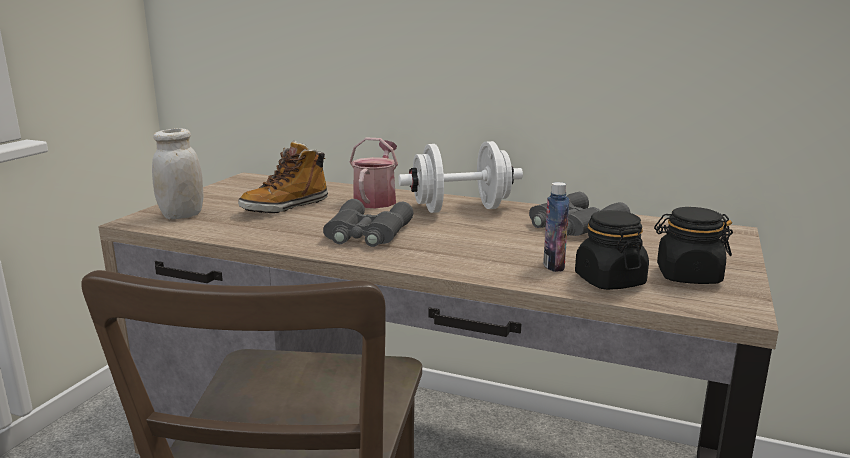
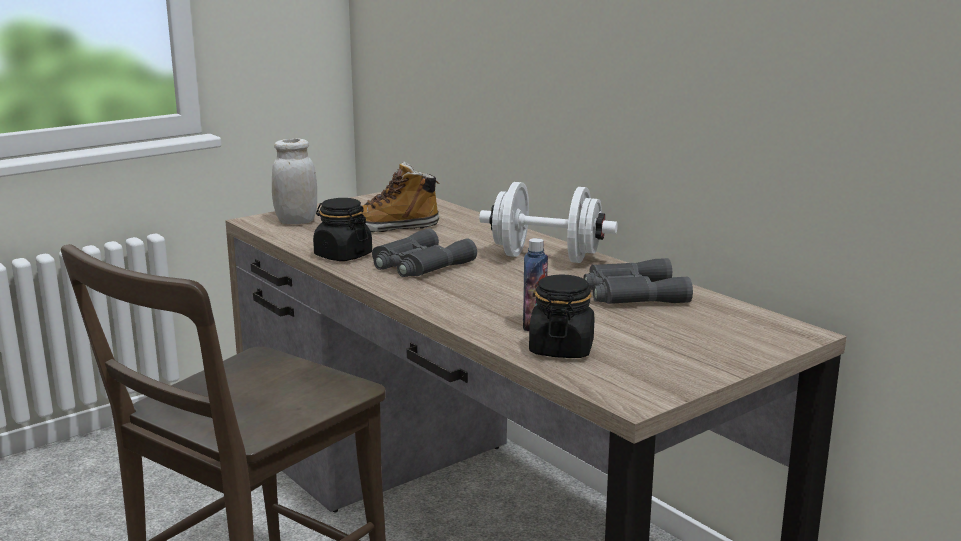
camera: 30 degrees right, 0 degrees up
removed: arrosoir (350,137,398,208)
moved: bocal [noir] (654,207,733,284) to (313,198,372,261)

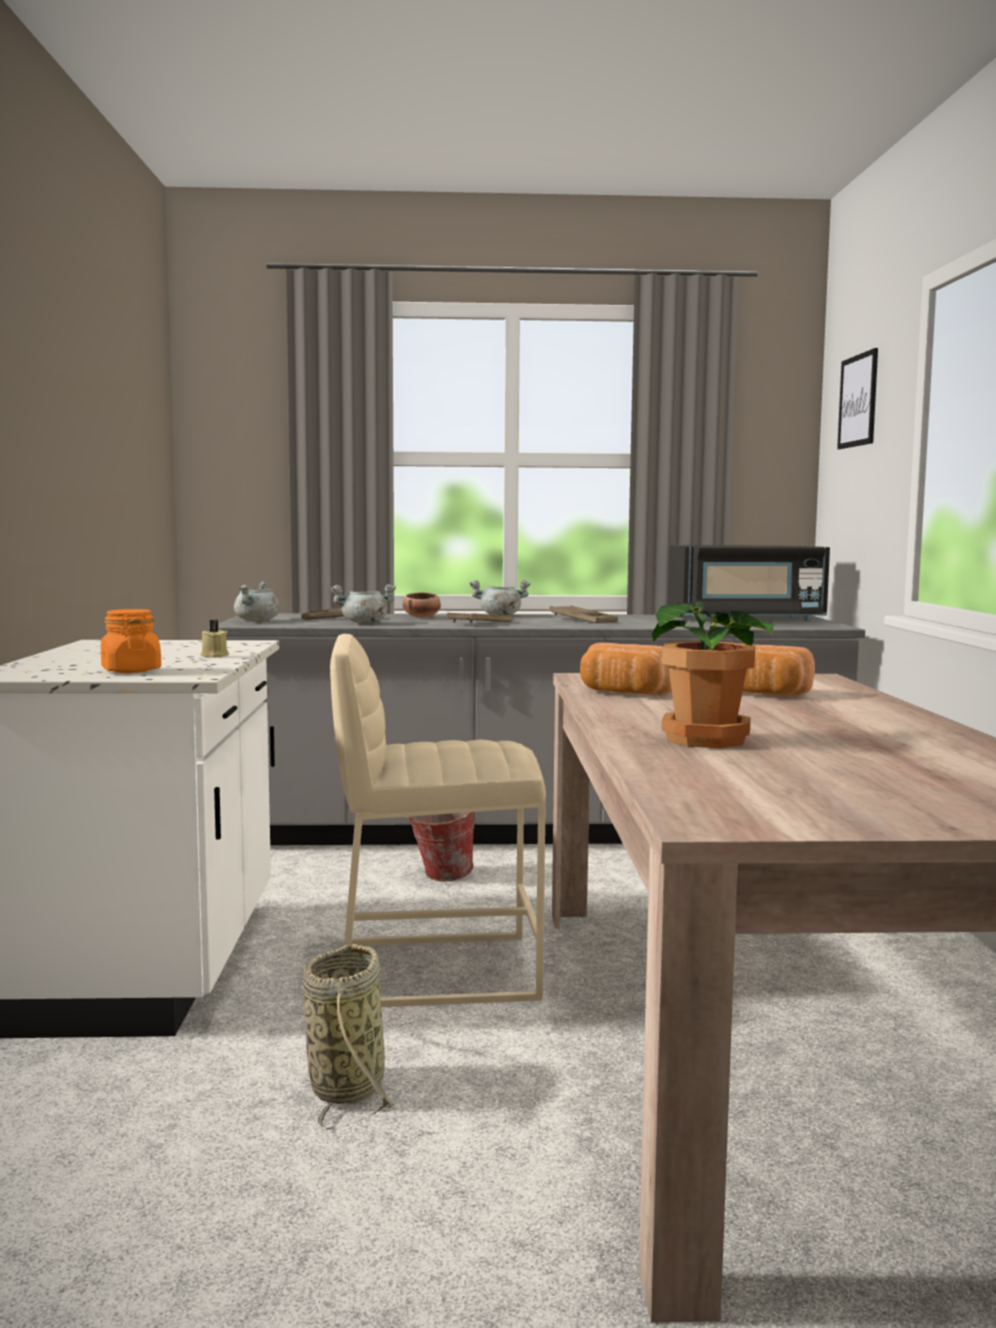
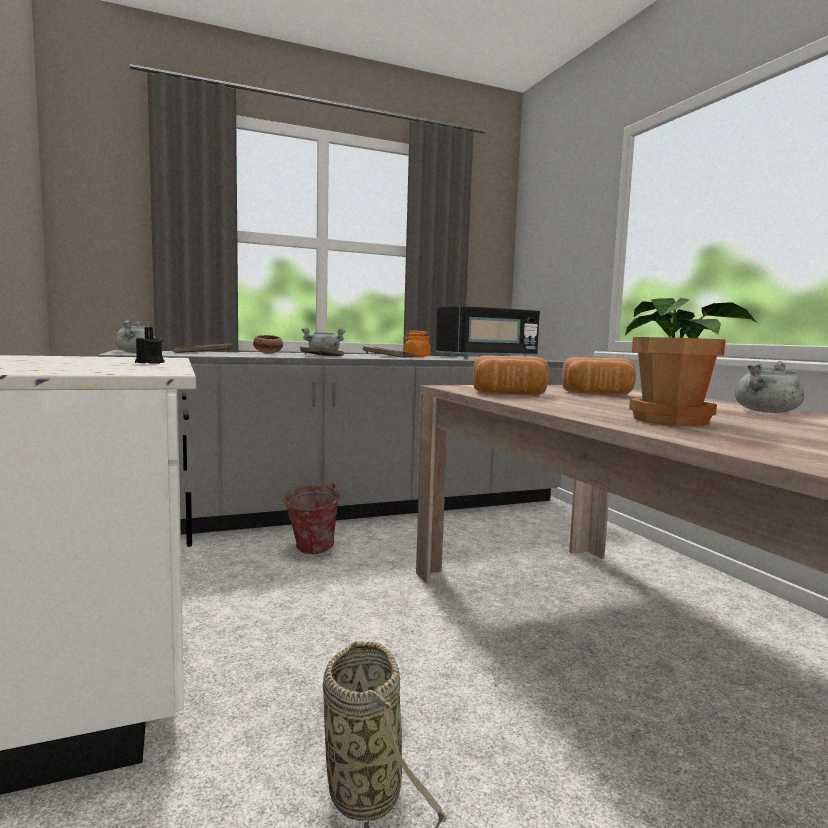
camera: 20 degrees left, 0 degrees up
removed: tabouret [beige] (330,634,546,1007); tableau (837,348,878,449)
moved: bocal [orange] (101,609,161,673) to (404,331,431,357); marmite [gris] (330,584,396,624) to (735,361,804,413)
recoloured: bougie [beige] (201,620,229,657) to bougie [noir] (135,327,165,364)

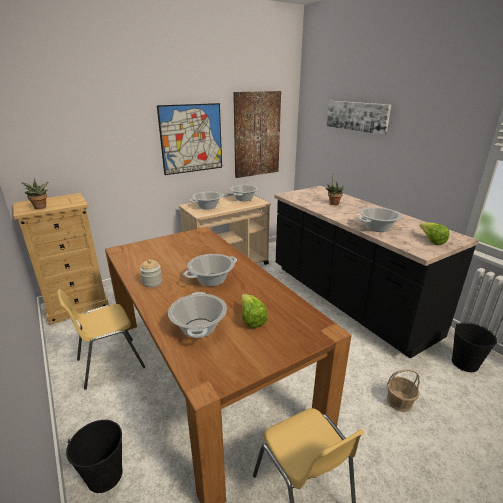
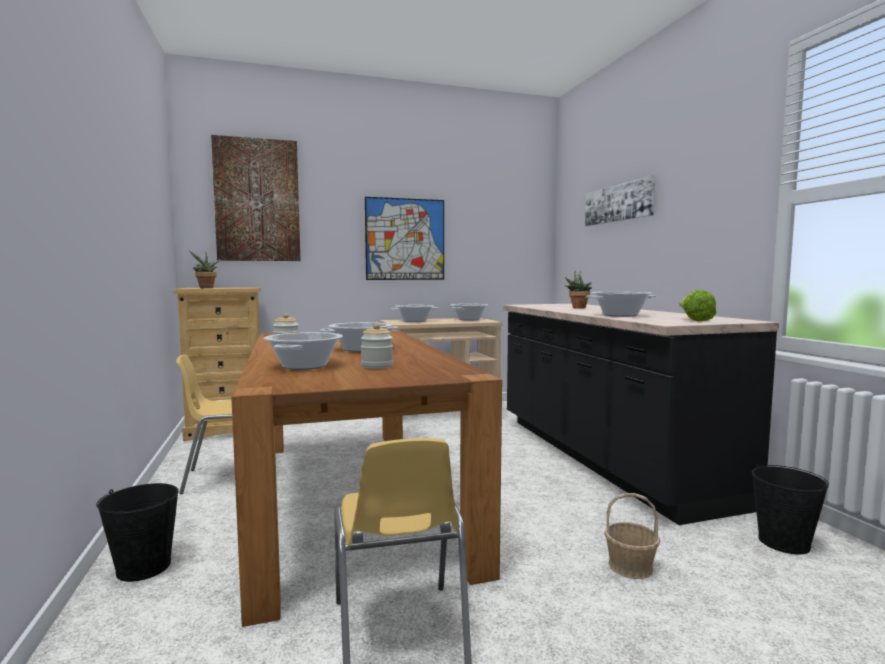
camera: 15 degrees right, 20 degrees down
moved: tableau (233,91,281,178) to (211,135,300,261)
replaced: laitue (241,294,268,328) to bocal (361,323,393,369)

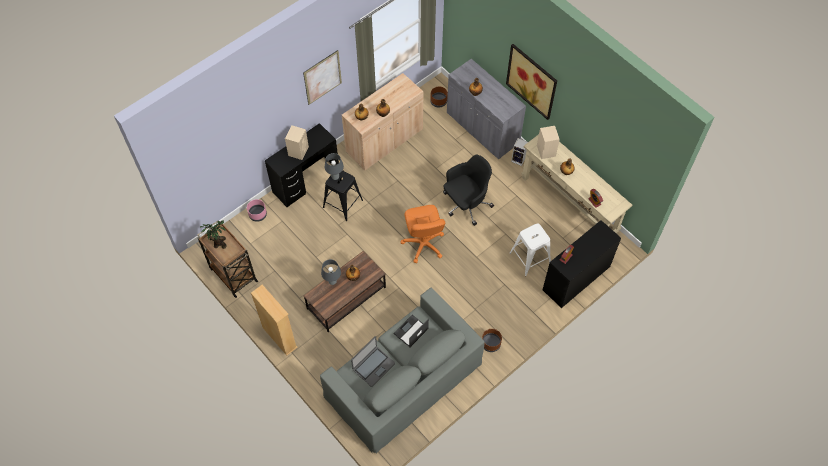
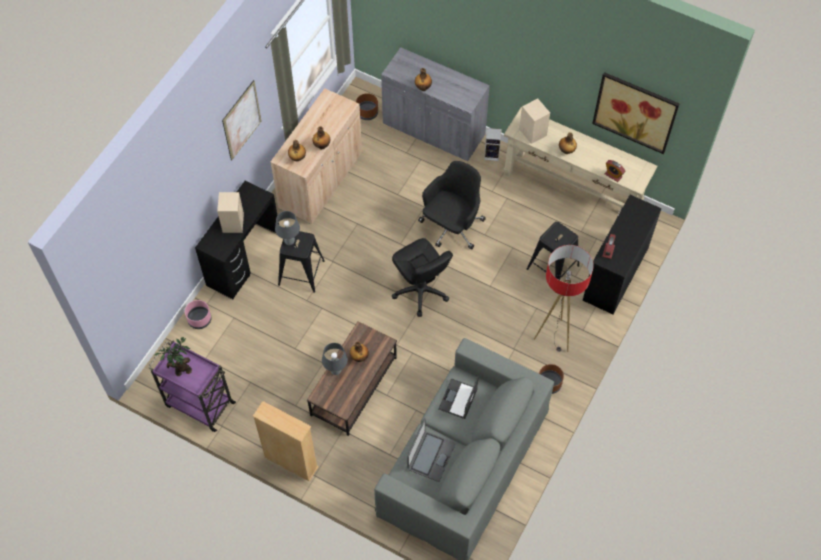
camera: 20 degrees left, 0 degrees up
added: lampadaire (534,245,594,352)
moved: tableau (506,44,557,120) to (592,72,679,154)
recoloured: chariot [marron] (197,221,258,298) to chariot [violet] (148,340,236,432); chaise de bureau [orange] (401,205,445,263) to chaise de bureau [noir] (392,238,453,317); tabouret [blanc] (510,223,551,276) to tabouret [noir] (527,222,579,280)

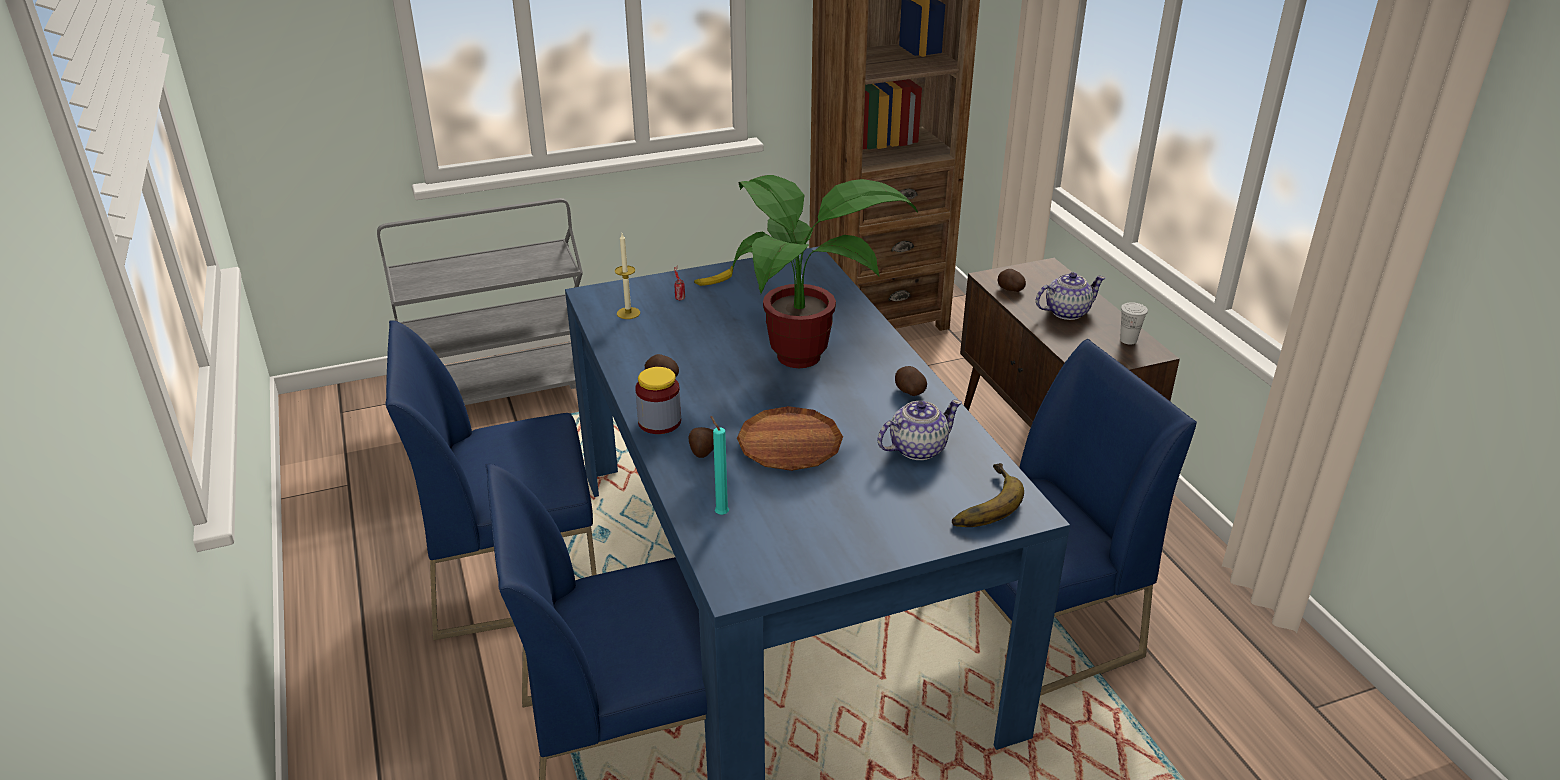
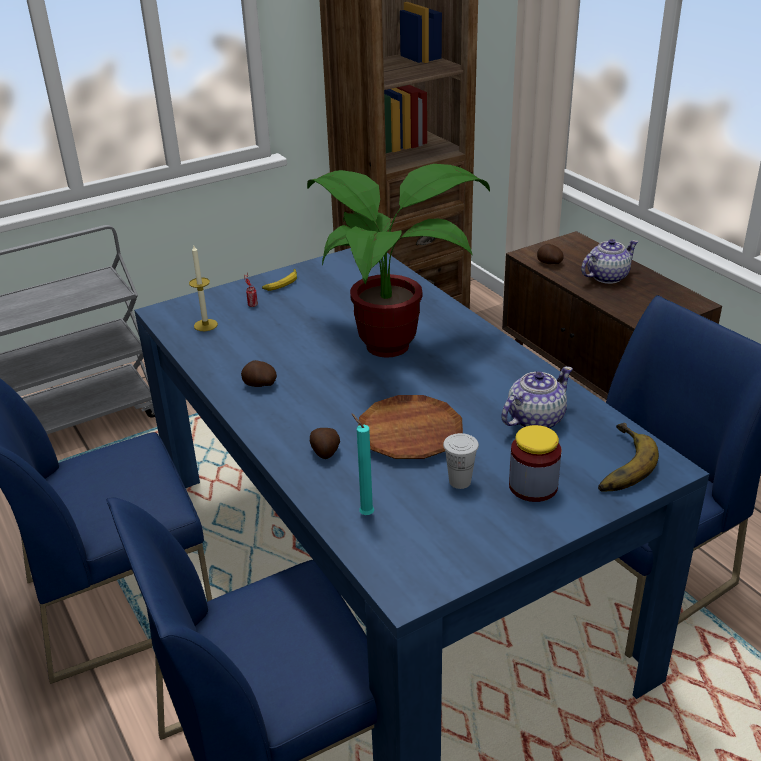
camera: 10 degrees left, 0 degrees up
removed: pomme de terre (895,366,927,396)
moved: bocal (635,367,681,434) to (509,425,562,502); tasse [blanc] (1120,302,1148,345) to (443,433,479,489)

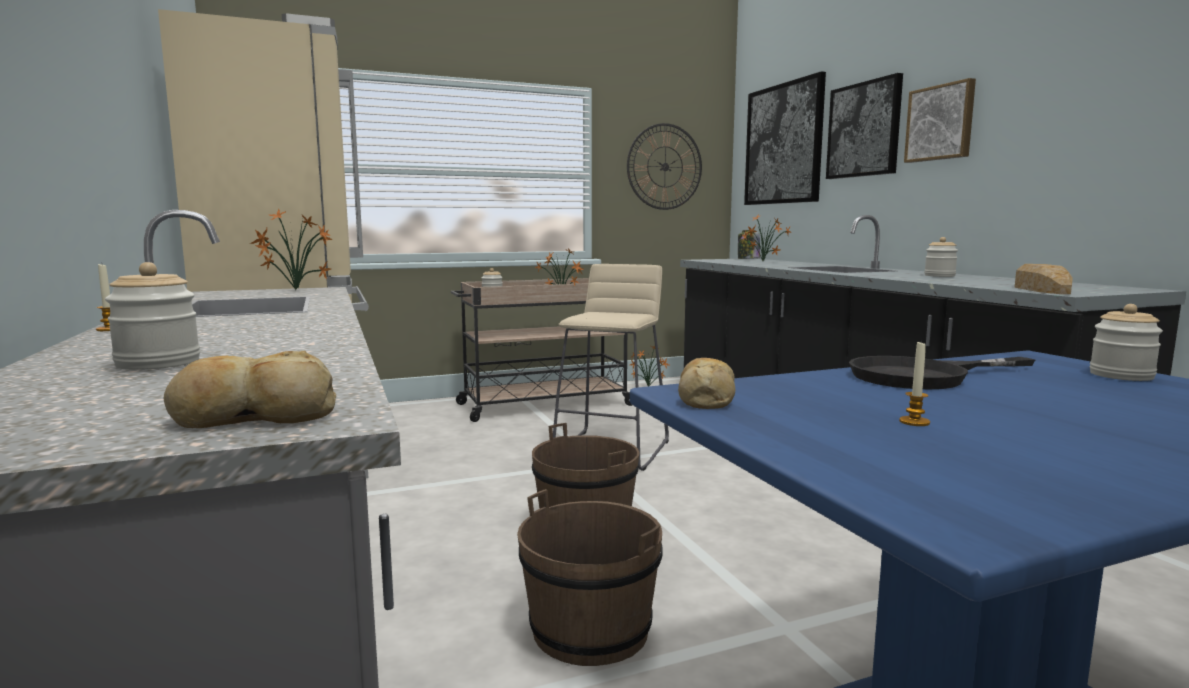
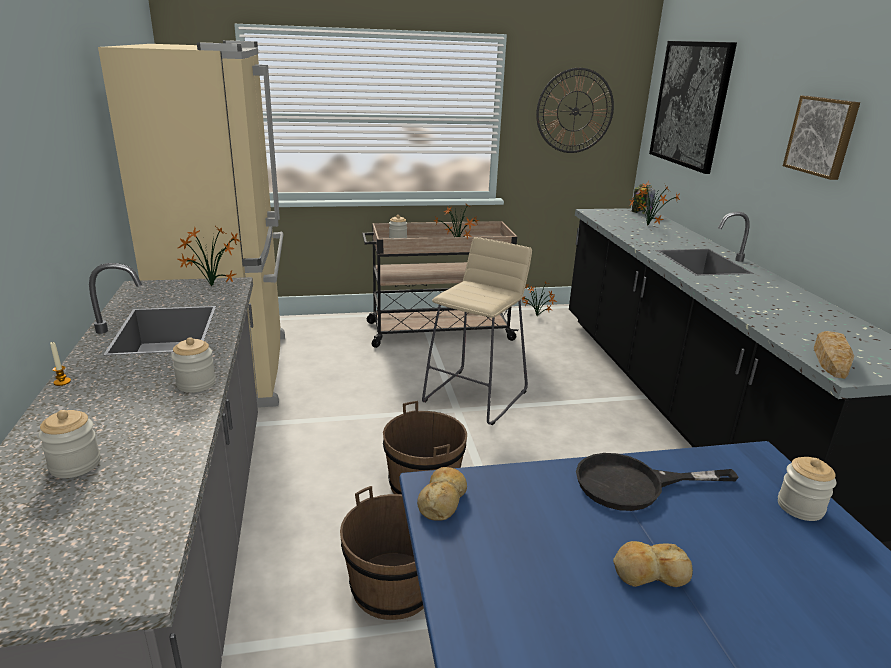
camera: 10 degrees right, 15 degrees up
removed: tableau (826,73,903,179); bougie (899,340,930,426)
moved: pain (164,351,336,428) to (613,541,693,587); bocal (924,237,958,277) to (171,337,216,393)

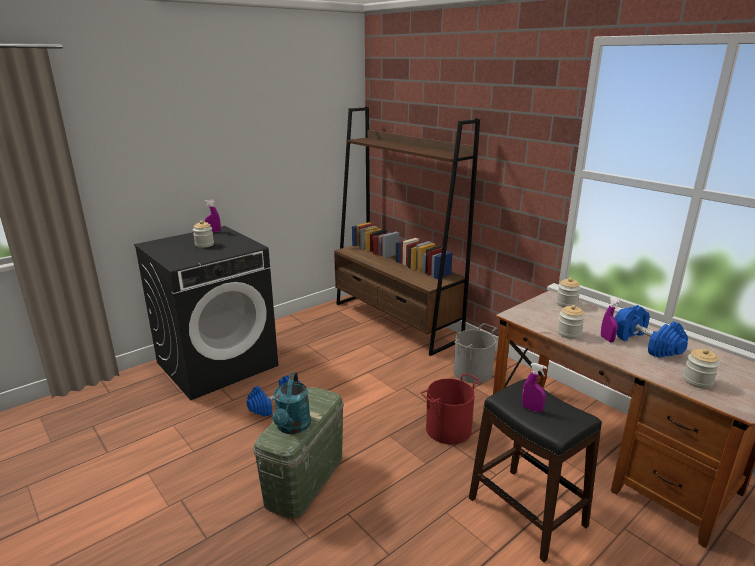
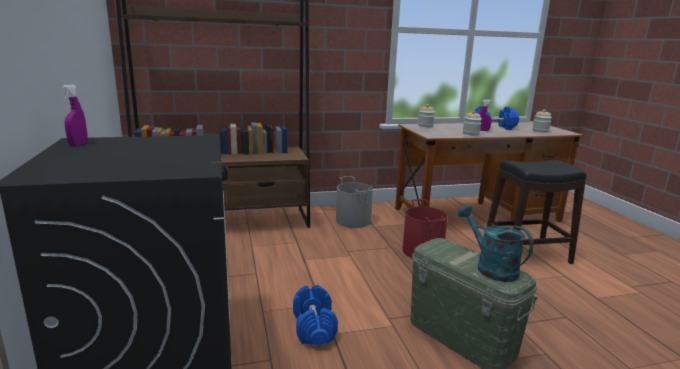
camera: 65 degrees left, 5 degrees down
removed: bocal (193,221,214,248); vaporisateur [violet] (522,363,547,413)
turned: arrosoir [turquoise] (272,372,311,434) = (458,205,534,282) 150 degrees counterclockwise

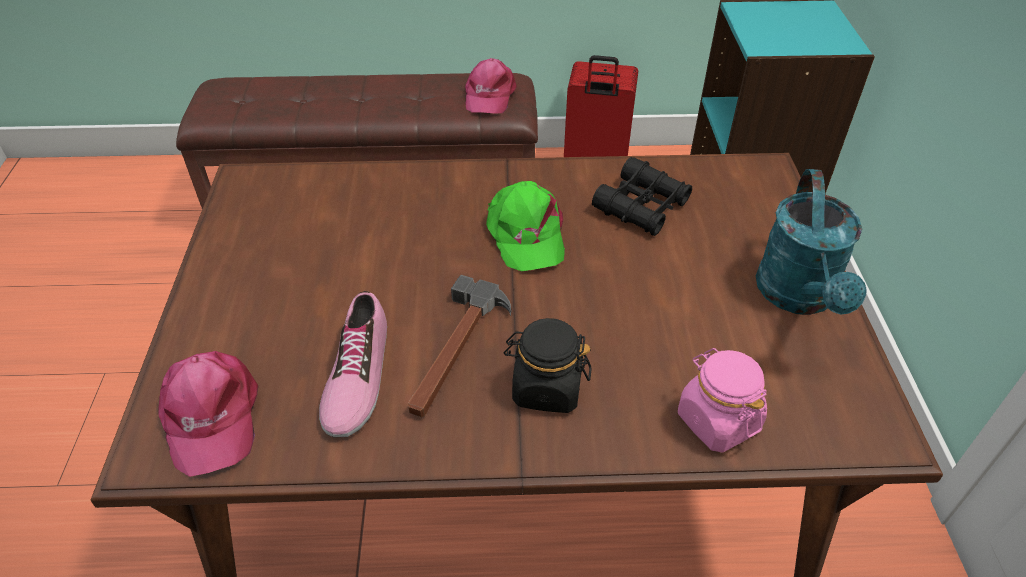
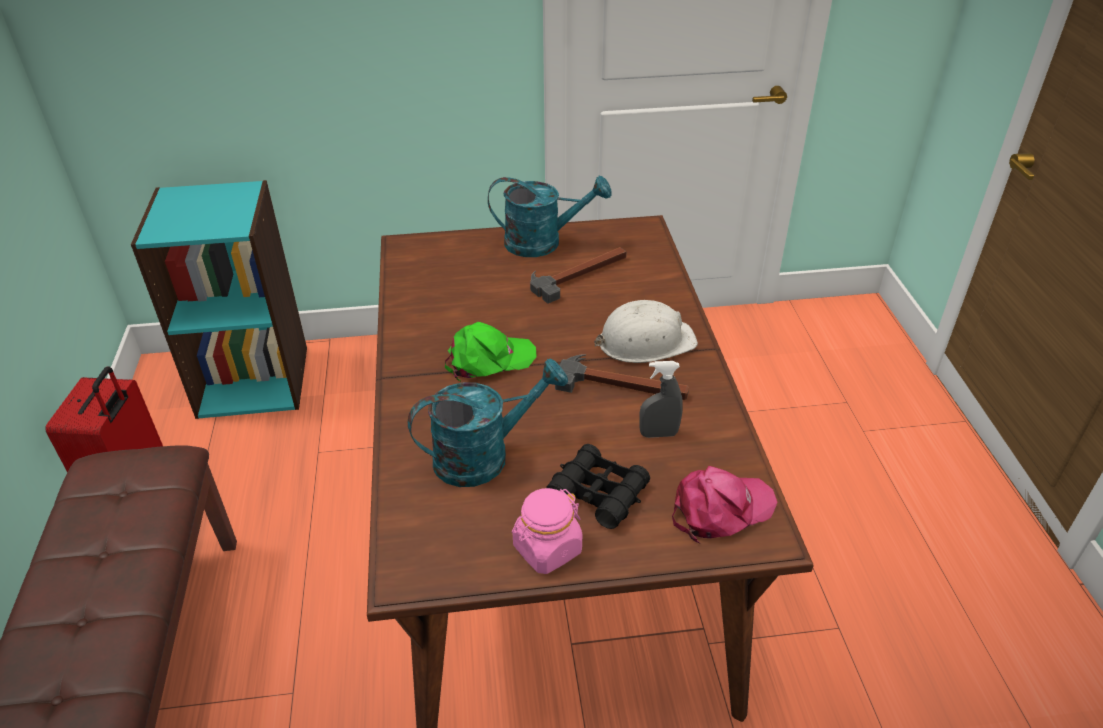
camera: 95 degrees left, 5 degrees down
removed: casquette [rose] (465,58,517,113)
added: arrosoir [turquoise] (408,359,568,487); marteau (530,247,627,304)
moved: jumelles [noir] (592,157,692,236) to (546,444,650,529); bocal [rose] (678,348,767,452) to (512,488,582,574)
replaced: chaussure (319,291,387,438) to vaporisateur [gris] (639,361,683,438); bocal [noir] (504,318,592,413) to casque de chantier [blanc] (594,300,698,363)

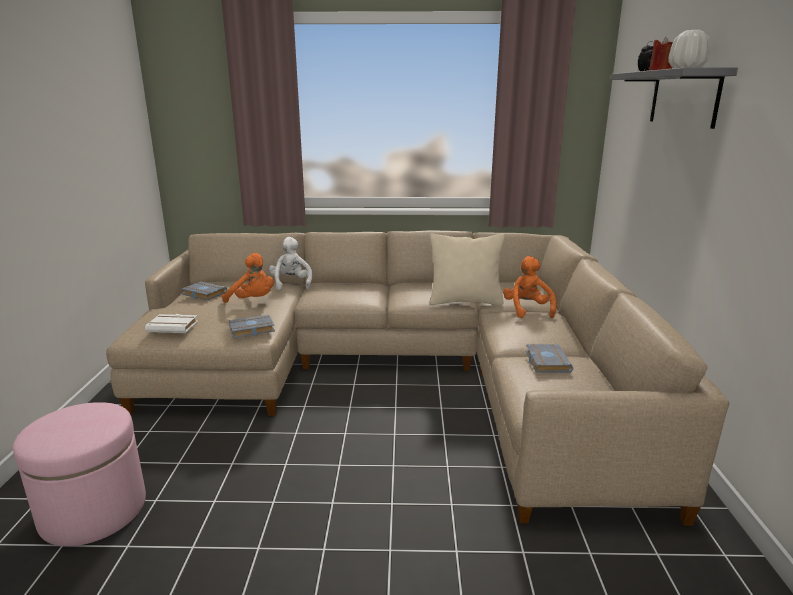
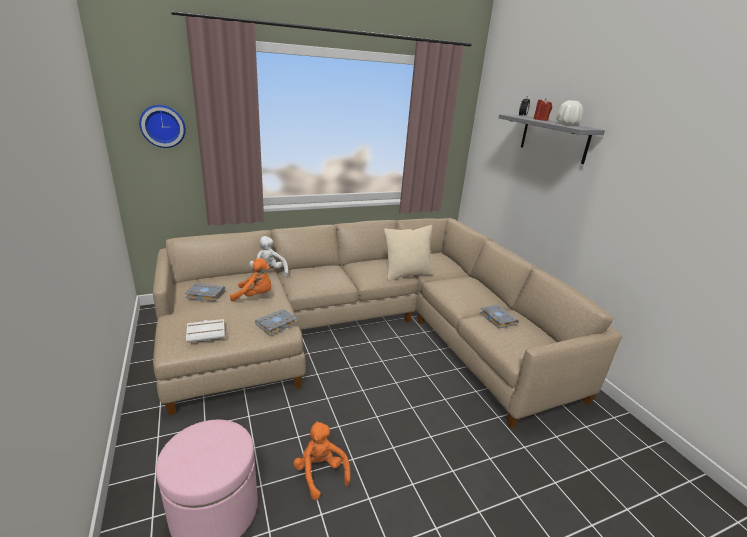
camera: 25 degrees left, 5 degrees up
added: horloge murale (139,105,186,148)
moved: peluche [orange] (503,256,556,318) to (293,421,351,500)

